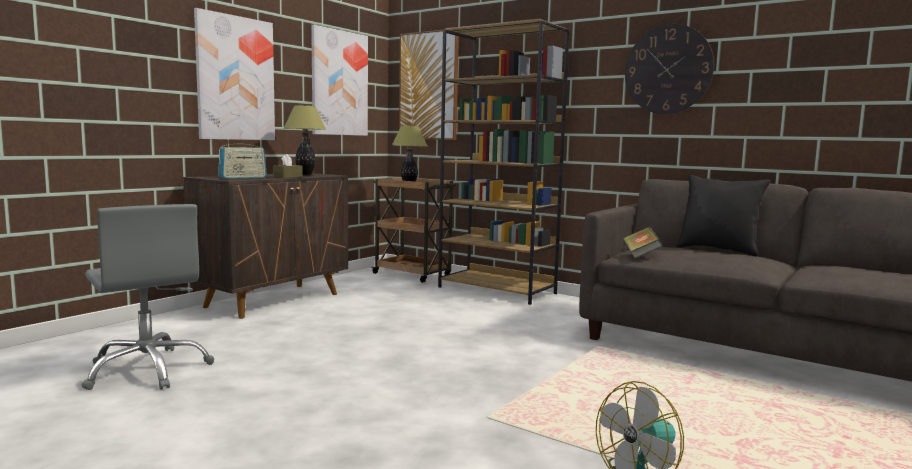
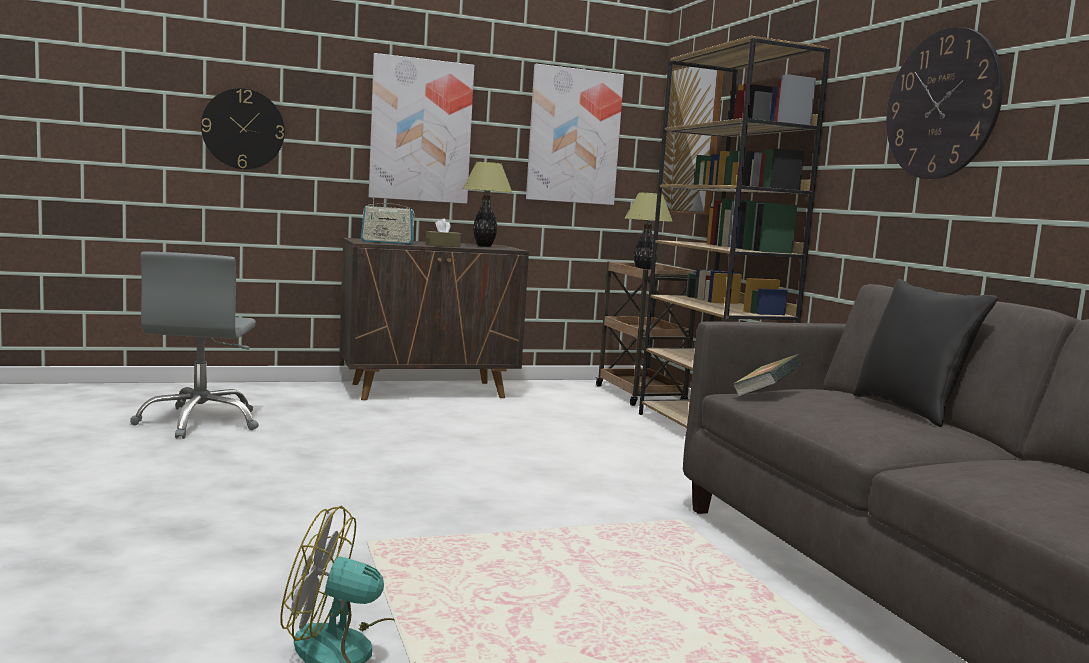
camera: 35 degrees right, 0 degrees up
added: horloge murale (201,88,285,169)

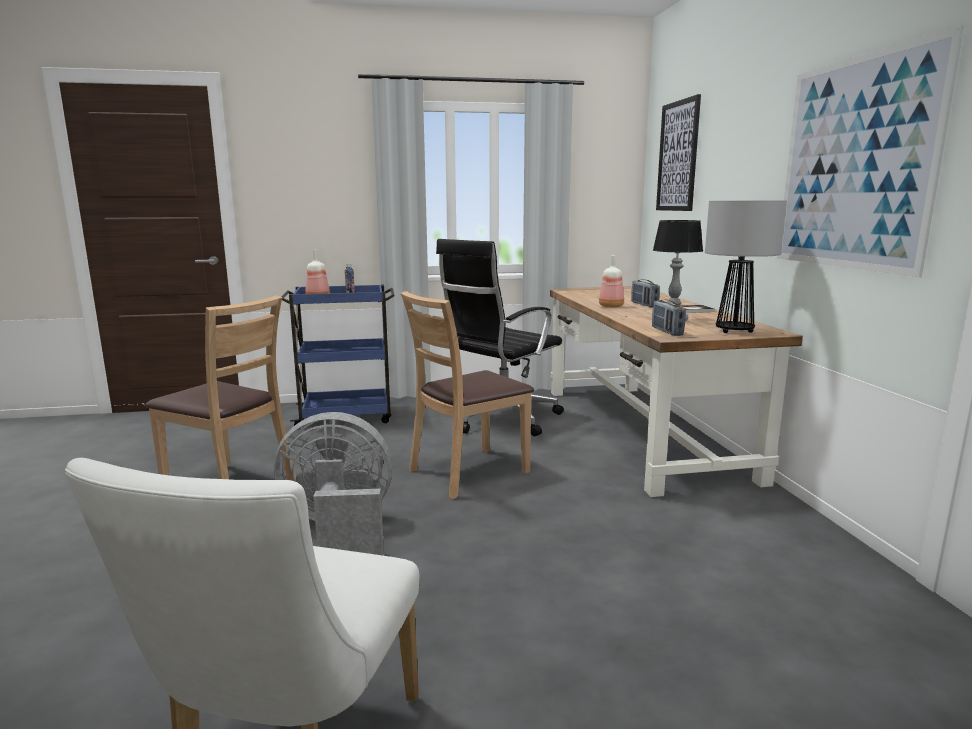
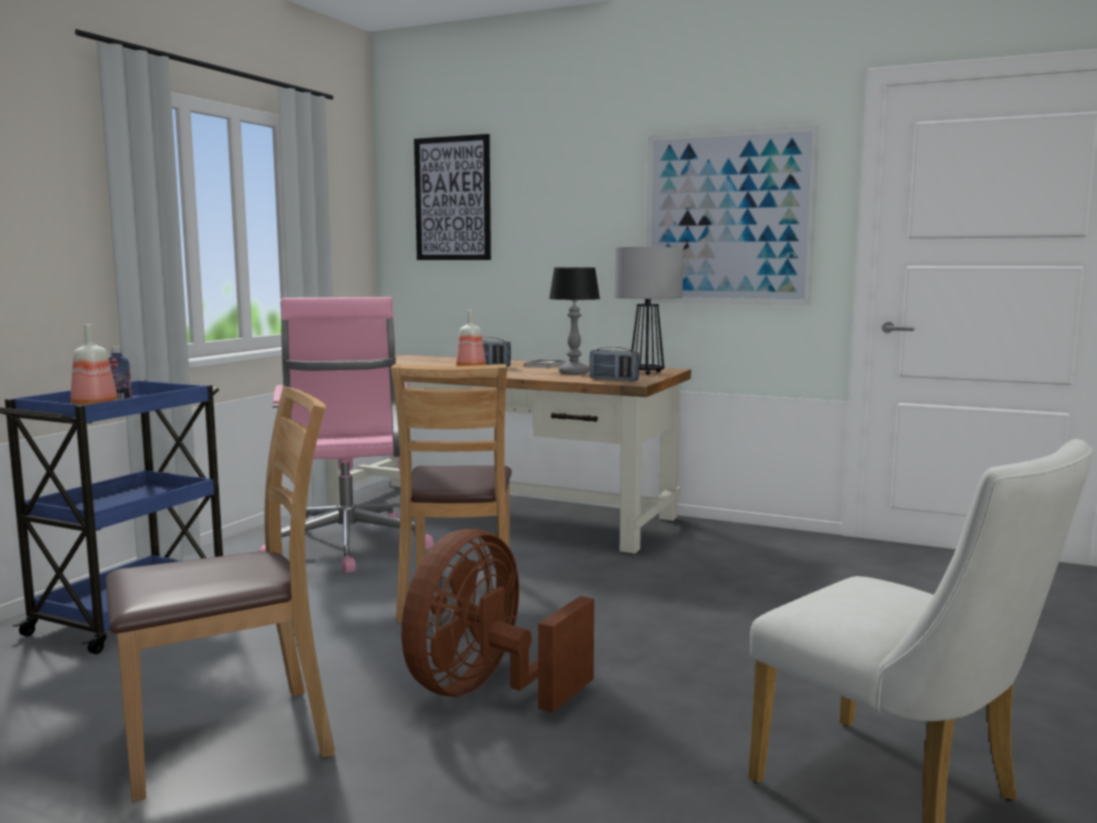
camera: 55 degrees left, 5 degrees down
recoloured: ventilateur [gris] (274,412,393,555) to ventilateur [marron] (401,529,594,713); chaise de bureau [noir] (436,239,564,436) to chaise de bureau [rose] (259,297,434,573)

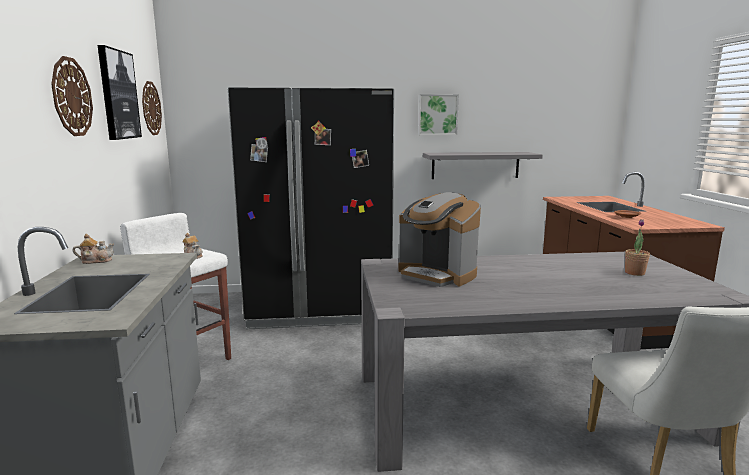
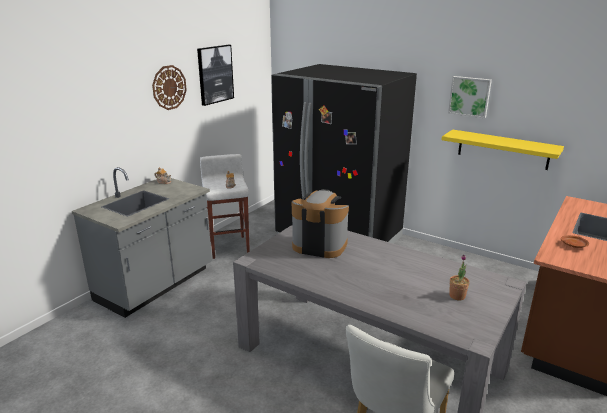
camera: 40 degrees right, 10 degrees up
removed: horloge murale (142,81,162,135)
recoloured: étagère [gris] (423,152,543,179) to étagère [jaune] (442,129,564,170)
turned: machine à café (399,192,481,287) = (292,189,349,258) 120 degrees clockwise

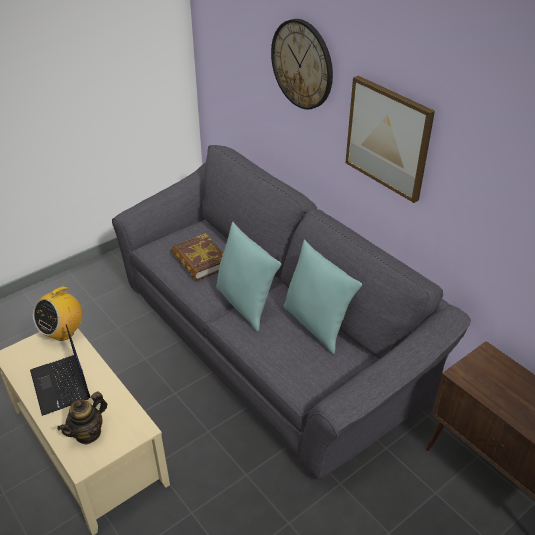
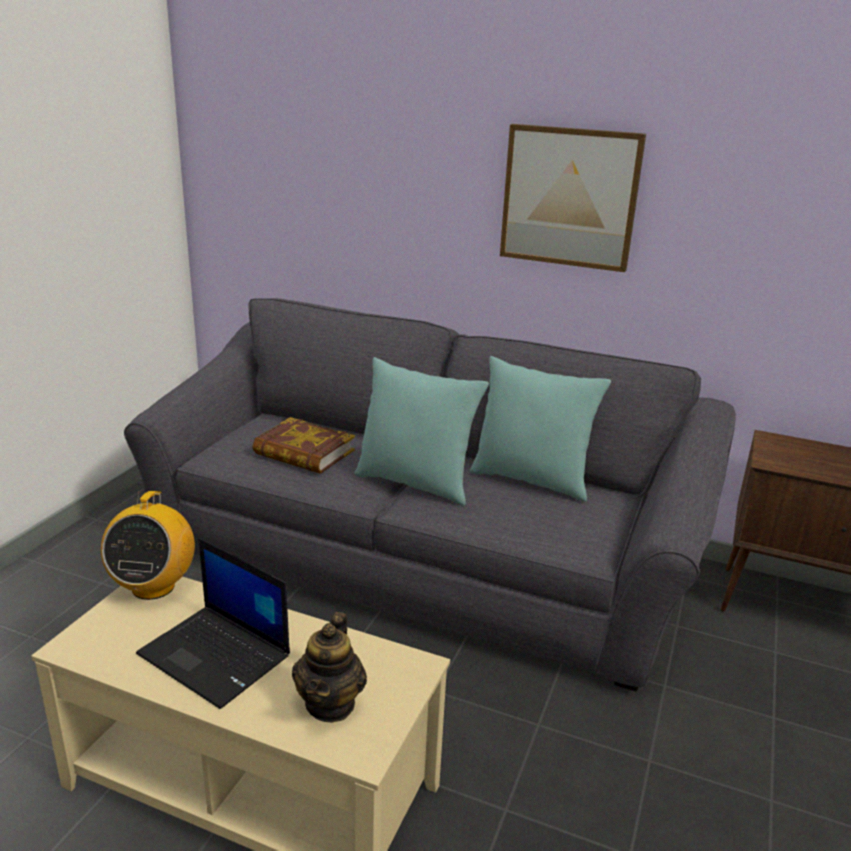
camera: 30 degrees left, 15 degrees down
removed: horloge murale (271,19,333,110)

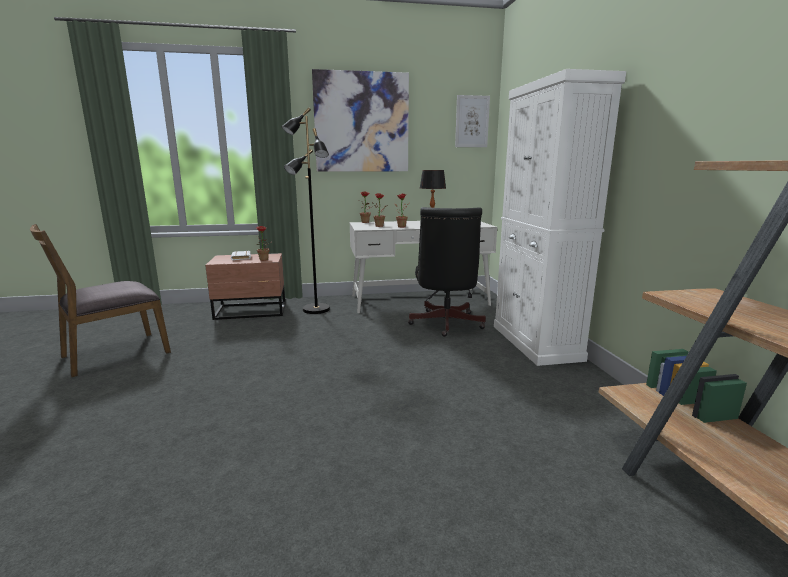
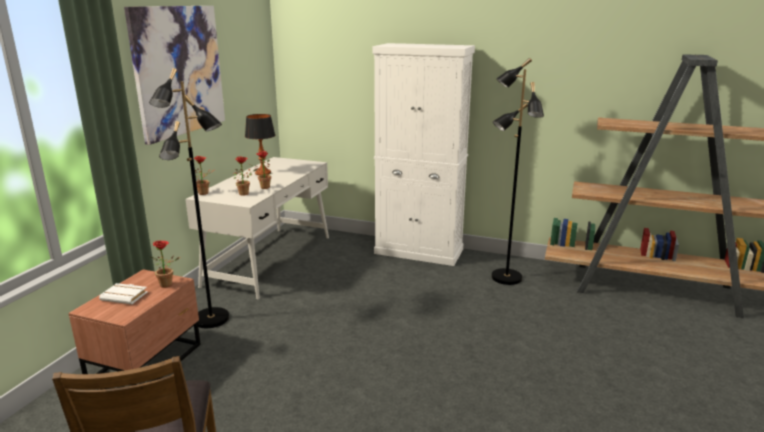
camera: 60 degrees left, 5 degrees up
removed: chaise de bureau [noir] (408,207,486,337); tableau (455,95,490,147)
added: lampadaire [noir] (491,58,544,285)

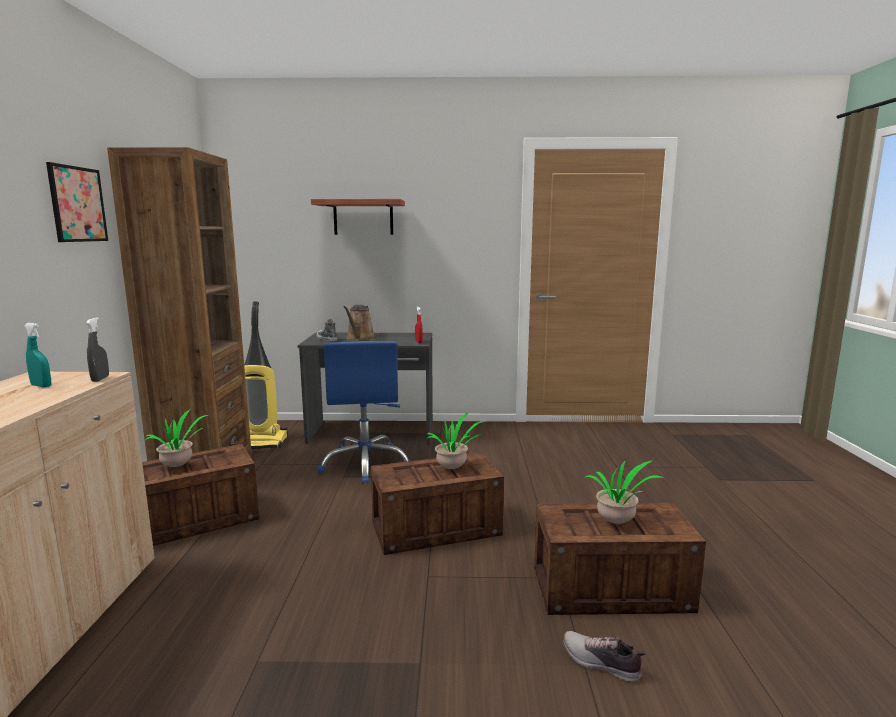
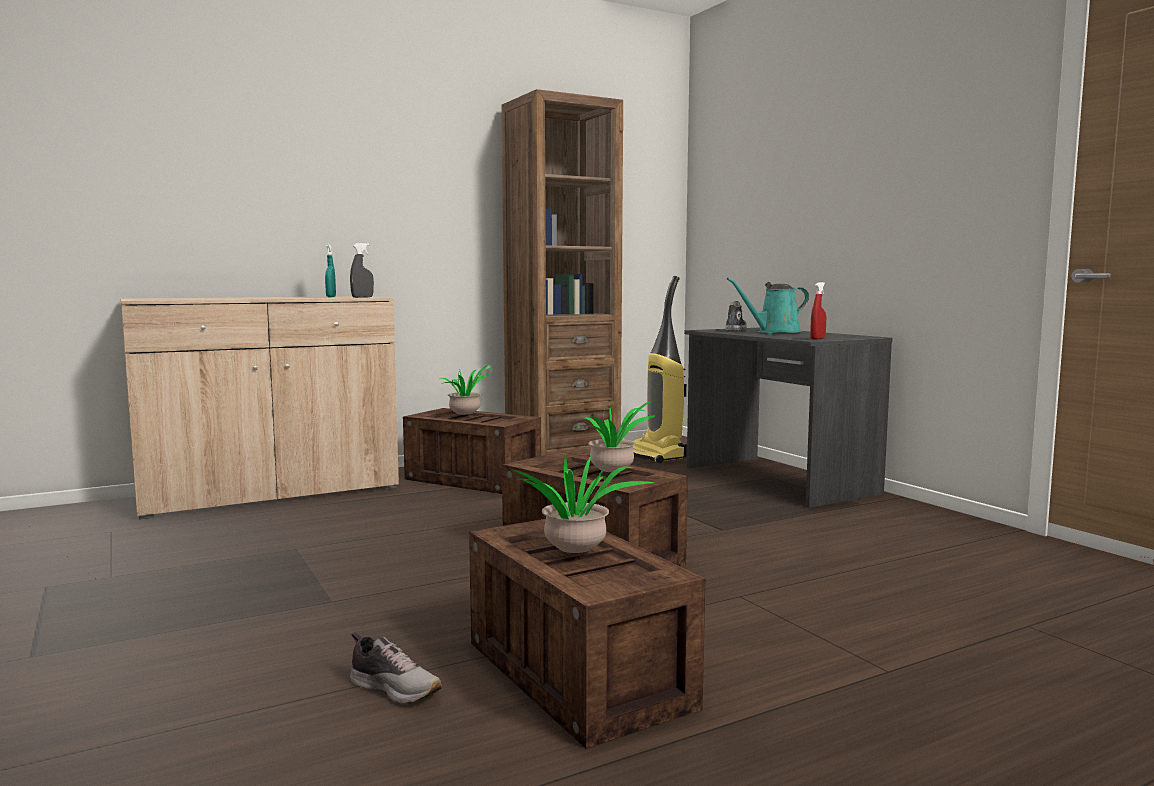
camera: 60 degrees right, 5 degrees down
removed: tableau (46,162,108,242); étagère (311,199,405,235); chaise de bureau [bleu] (317,341,410,484)
recoloured: arrosoir [marron] (343,305,375,340) to arrosoir [turquoise] (727,278,809,333)
turned: chaussure (563,631,646,682) = (350,632,442,704) 120 degrees clockwise

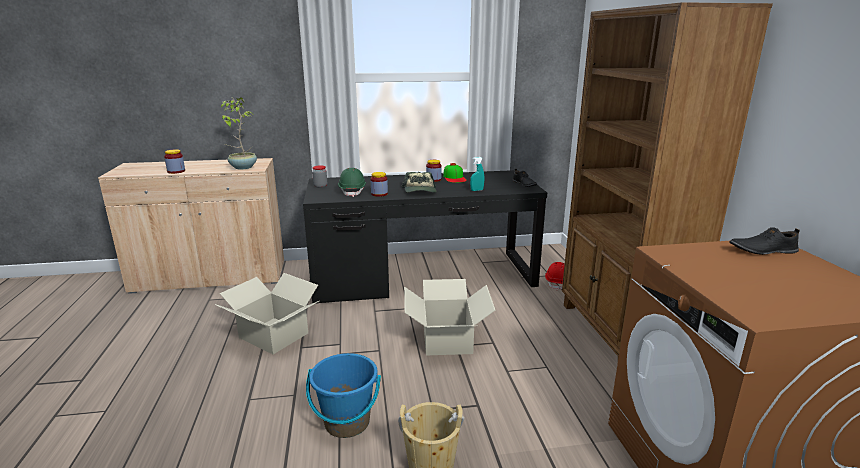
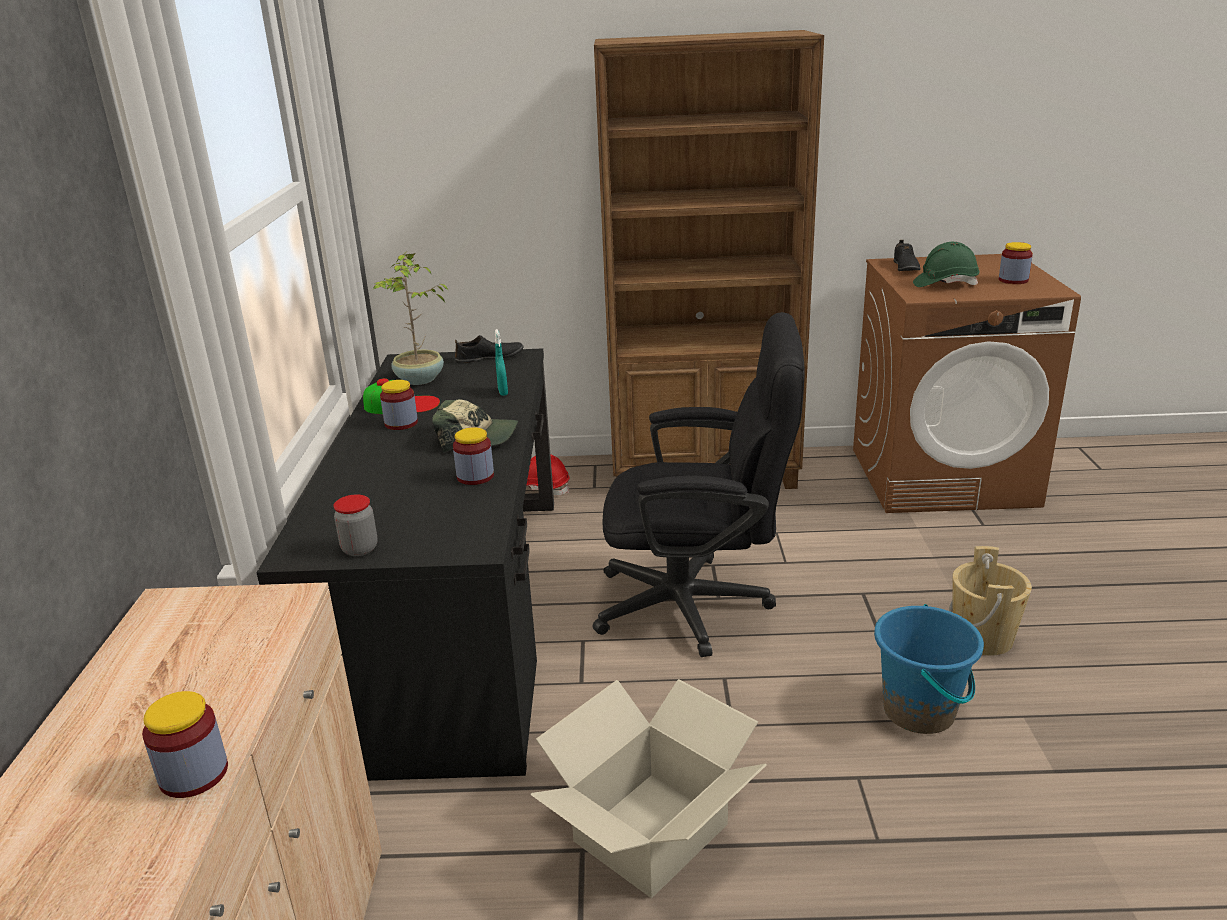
camera: 80 degrees left, 5 degrees up
added: bocal (999,242,1033,284)
moved: plante en pot (221,97,257,169) to (373,251,449,385); casque de chantier [vert] (338,168,366,197) to (913,242,980,287)
replaced: carton (404,279,495,355) to chaise de bureau [noir] (593,312,805,657)

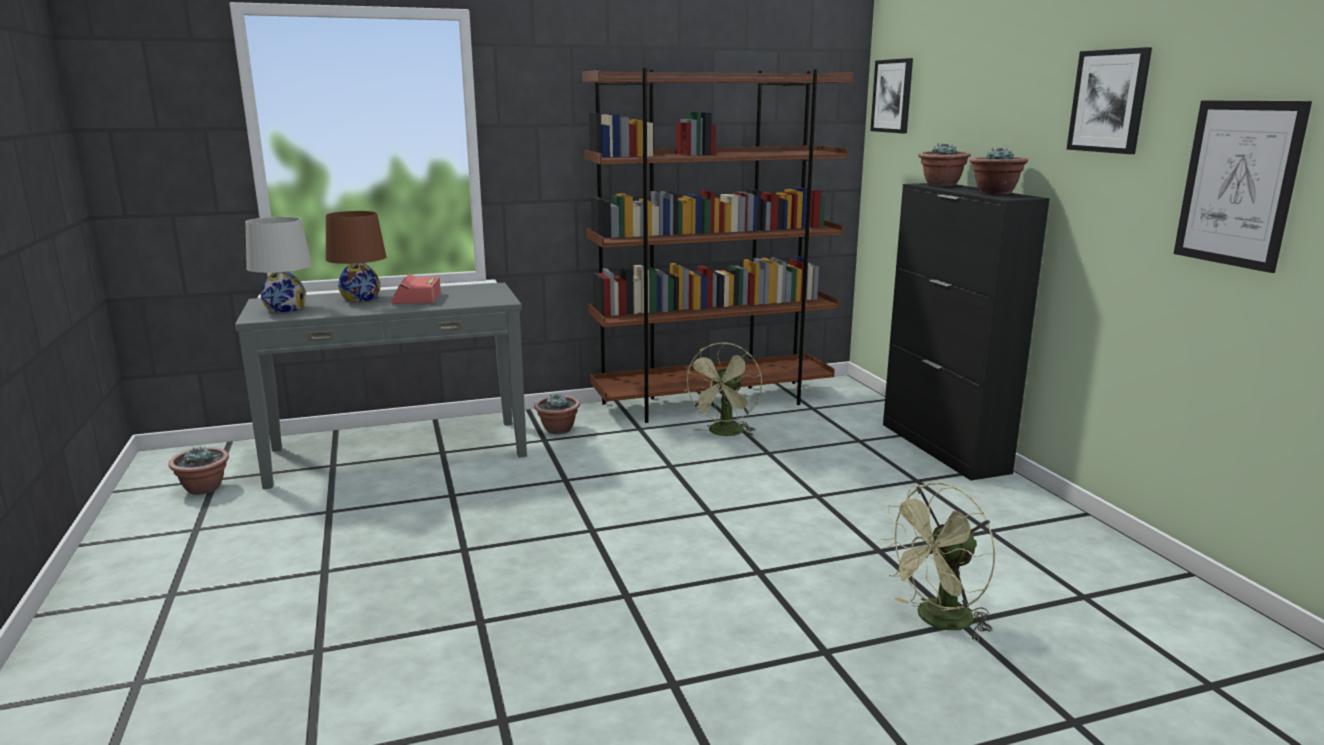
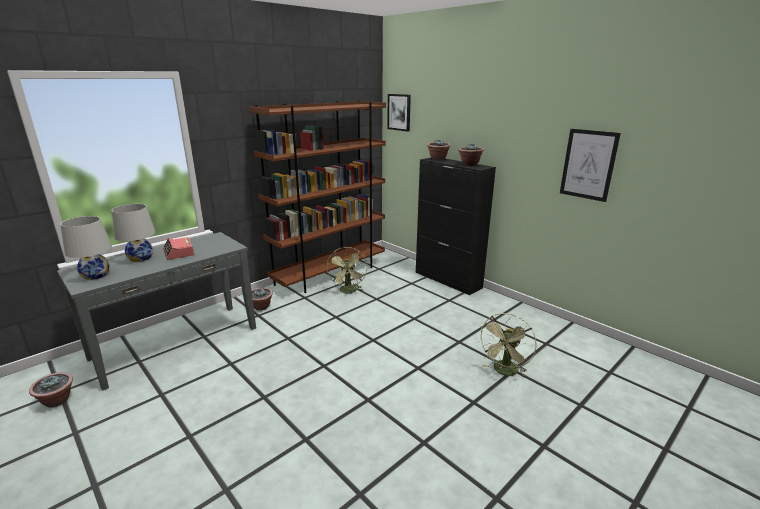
camera: 25 degrees left, 5 degrees up
removed: tableau (1066,47,1152,154)
recoloured: lampe de table [marron] (326,211,386,302) to lampe de table [blanc] (112,204,155,262)

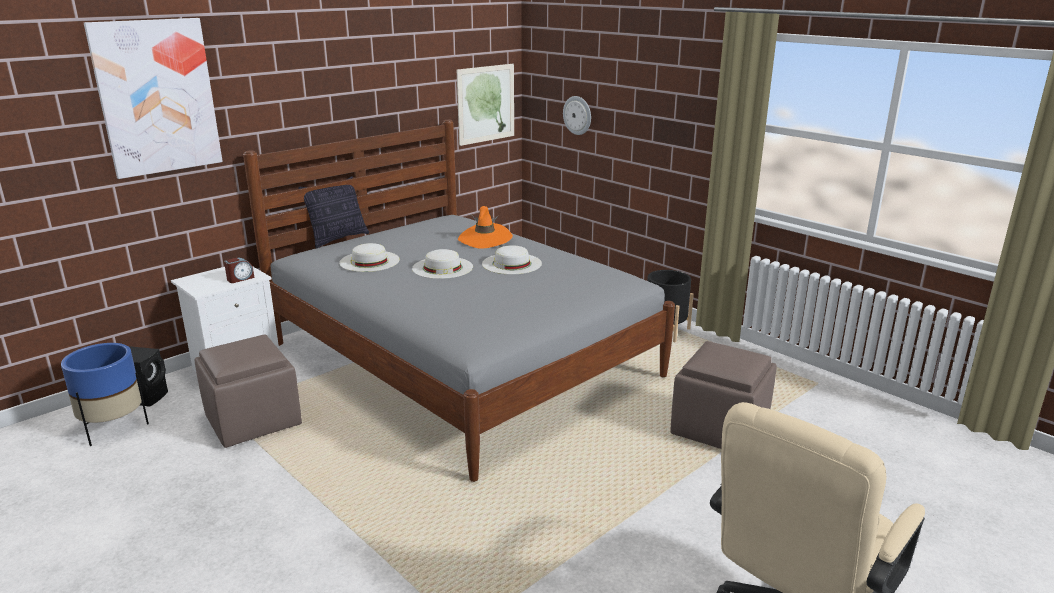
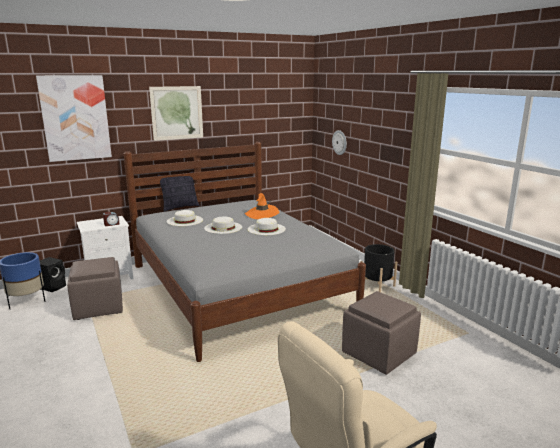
camera: 15 degrees right, 5 degrees down
moved: tableau (457,64,514,146) to (149,86,203,141)

